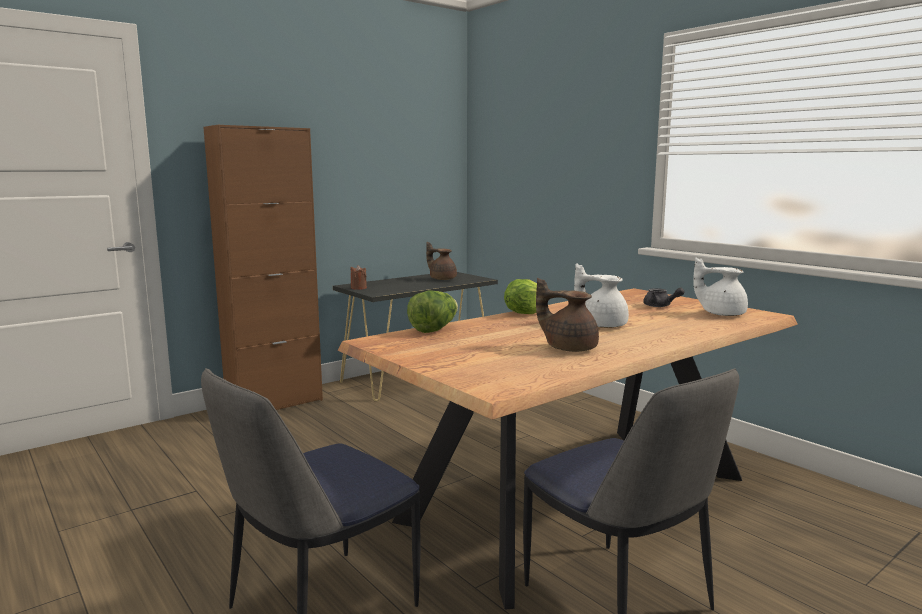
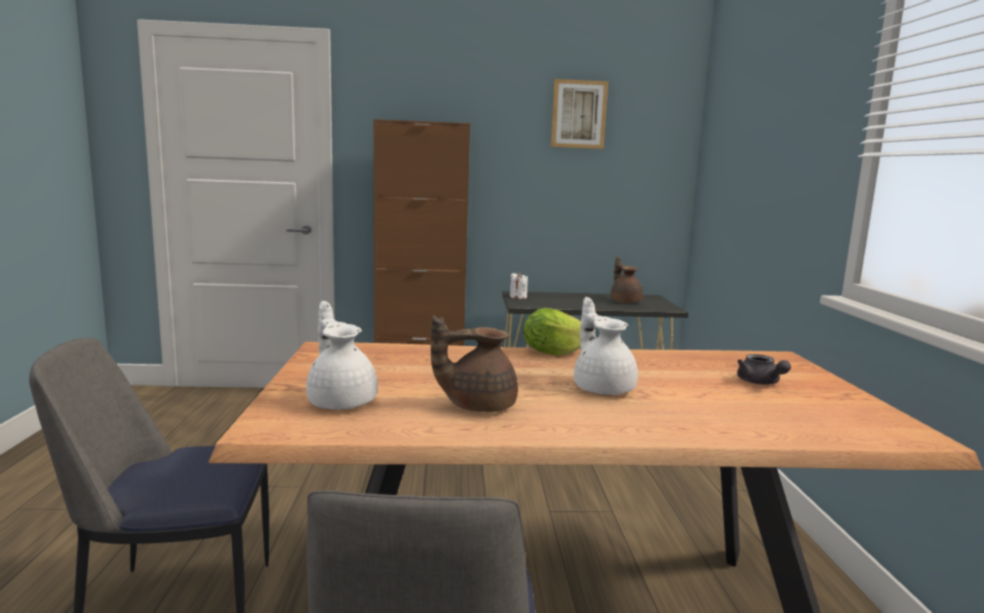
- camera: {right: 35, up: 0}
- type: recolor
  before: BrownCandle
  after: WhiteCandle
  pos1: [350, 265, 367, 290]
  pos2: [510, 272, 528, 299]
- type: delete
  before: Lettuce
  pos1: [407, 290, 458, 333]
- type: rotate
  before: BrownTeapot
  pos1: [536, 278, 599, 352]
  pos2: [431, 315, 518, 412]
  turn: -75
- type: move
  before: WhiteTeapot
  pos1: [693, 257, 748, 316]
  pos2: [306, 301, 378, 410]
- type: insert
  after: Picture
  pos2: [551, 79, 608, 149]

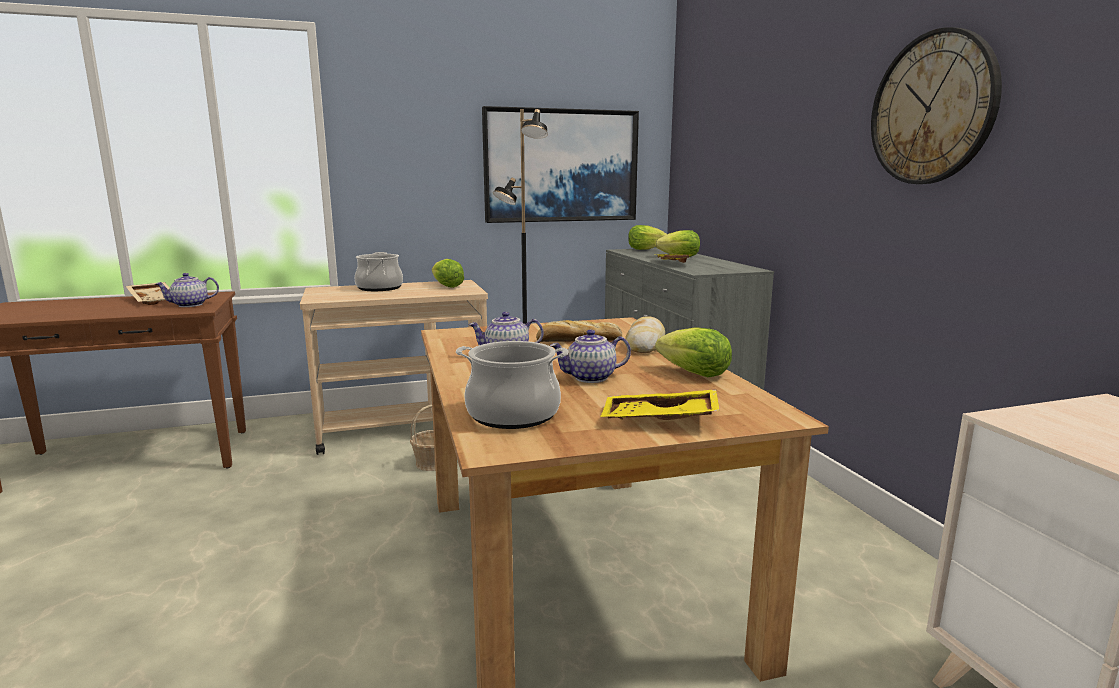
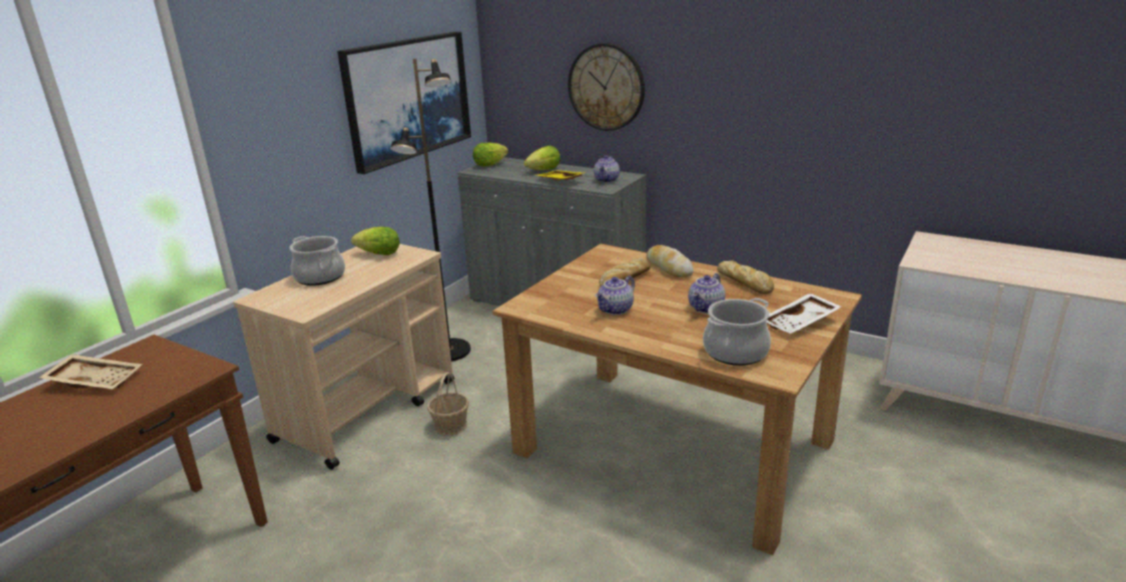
- camera: {right: -40, up: 10}
- type: move
  before: Teapot
  pos1: [156, 273, 219, 307]
  pos2: [594, 155, 620, 183]
- type: recolor
  before: YellowTray
  after: WhiteTray
  pos1: [600, 389, 720, 420]
  pos2: [767, 293, 842, 334]
- type: replace
  before: Lettuce
  after: Bread
  pos1: [655, 327, 732, 377]
  pos2: [717, 260, 774, 294]
- type: move
  before: WallClock
  pos1: [871, 27, 1002, 184]
  pos2: [568, 43, 645, 131]

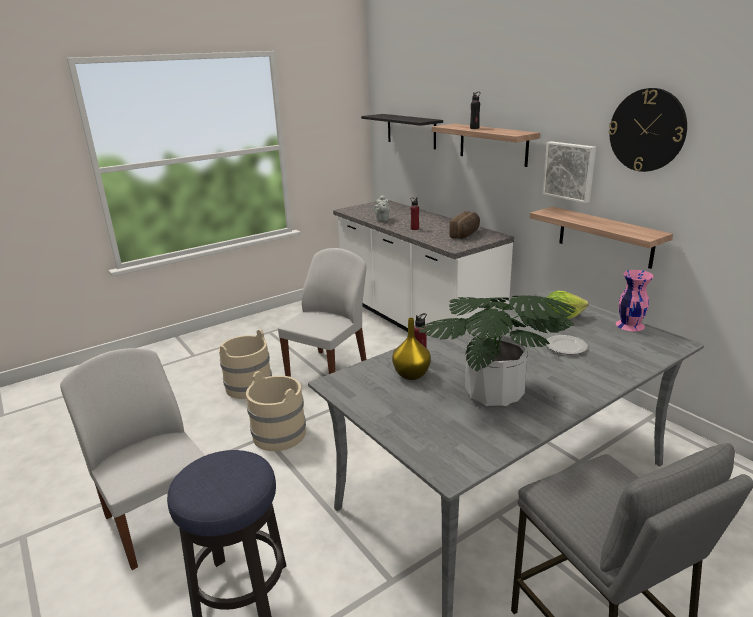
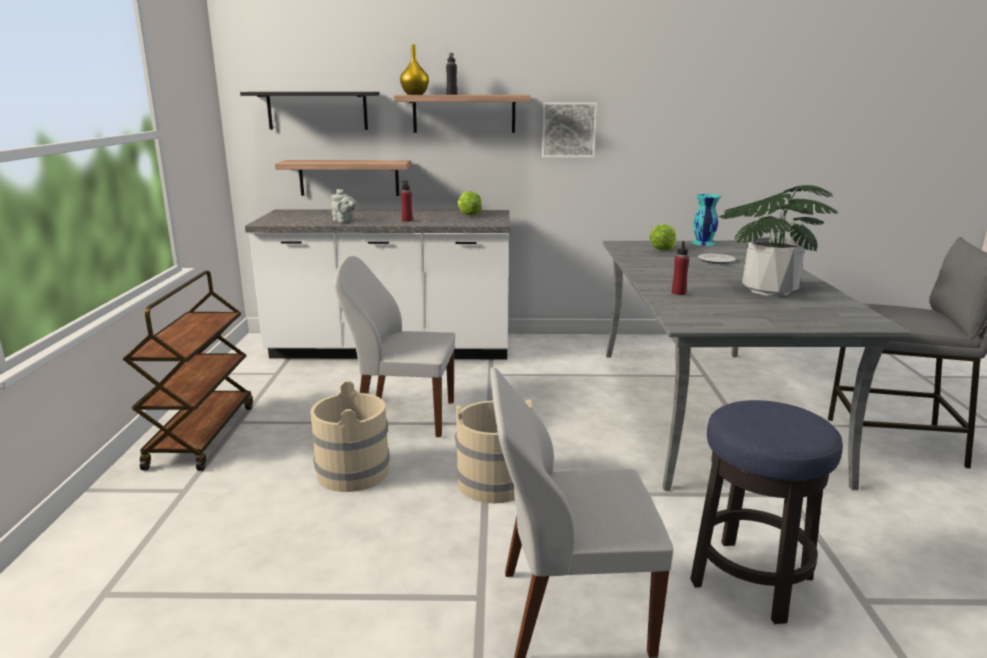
- camera: {right: -55, up: -5}
- type: rotate
  before: WhiteChair
  pos1: [278, 248, 367, 377]
  pos2: [334, 256, 455, 437]
  turn: -60
- type: move
  before: YellowVase
  pos1: [392, 318, 431, 380]
  pos2: [400, 44, 429, 95]
- type: replace
  before: Bread
  after: Lettuce
  pos1: [449, 211, 480, 239]
  pos2: [458, 191, 482, 216]
- type: move
  before: Shelf
  pos1: [530, 207, 673, 269]
  pos2: [275, 160, 411, 196]
- type: delete
  before: WallClock
  pos1: [608, 88, 687, 172]
- type: recolor
  before: PinkVase
  after: TurquoiseVase
  pos1: [616, 270, 653, 331]
  pos2: [692, 194, 721, 246]
- type: insert
  after: BrownCart
  pos2: [123, 271, 253, 471]

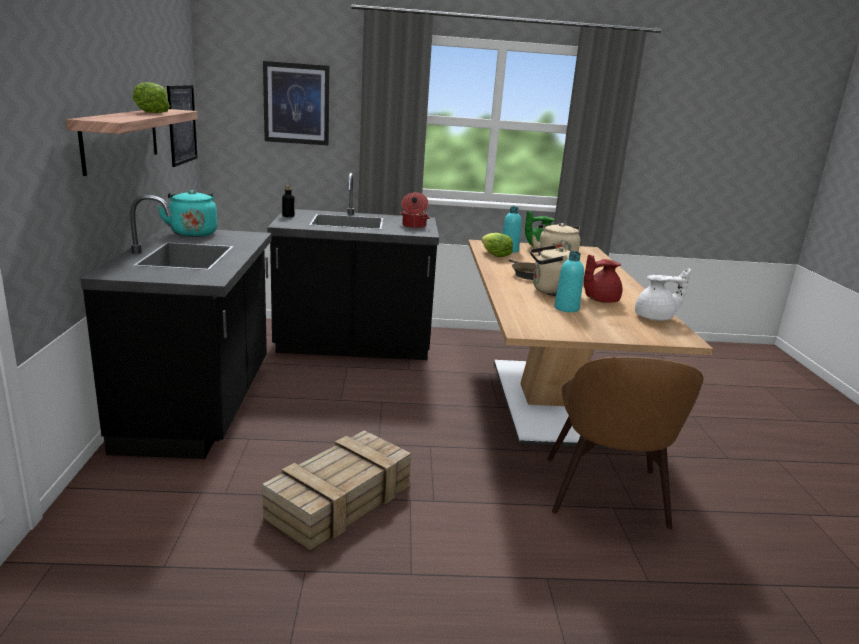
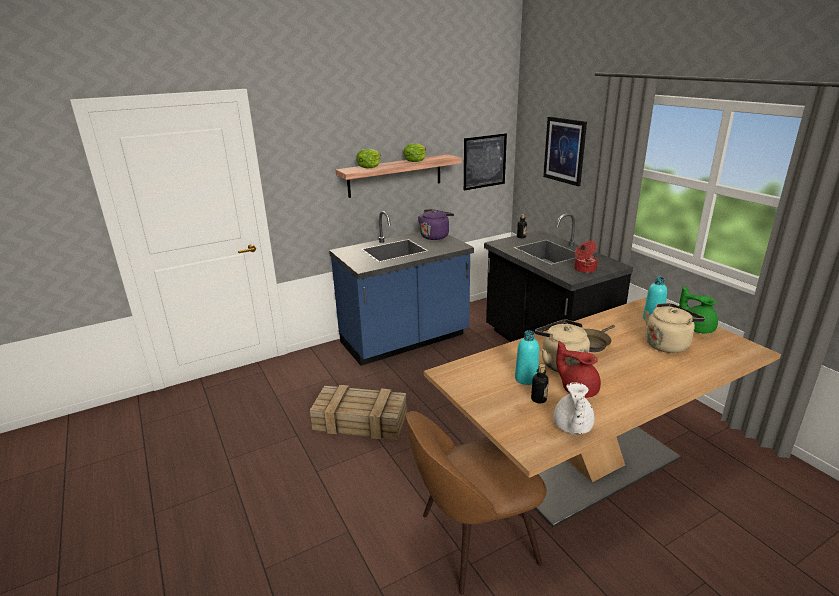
- camera: {right: 65, up: 5}
- type: recolor
  before: BlackCounter
  after: BlueCounter
  pos1: [81, 195, 272, 459]
  pos2: [329, 211, 474, 366]
- type: recolor
  before: TurquoiseKettle
  after: PurpleKettle
  pos1: [157, 190, 217, 237]
  pos2: [418, 209, 454, 240]
- type: move
  before: Lettuce
  pos1: [481, 233, 513, 257]
  pos2: [357, 149, 381, 168]
- type: rotate
  before: WhiteTeapot
  pos1: [635, 268, 691, 321]
  pos2: [553, 382, 594, 434]
  turn: 45
- type: insert
  after: Bottle
  pos2: [531, 364, 549, 404]

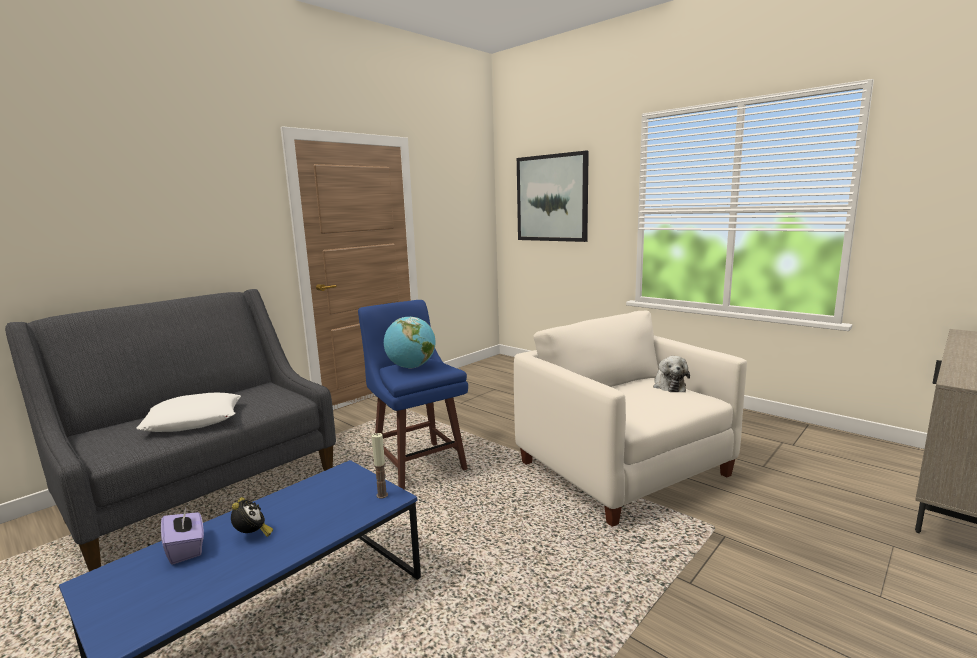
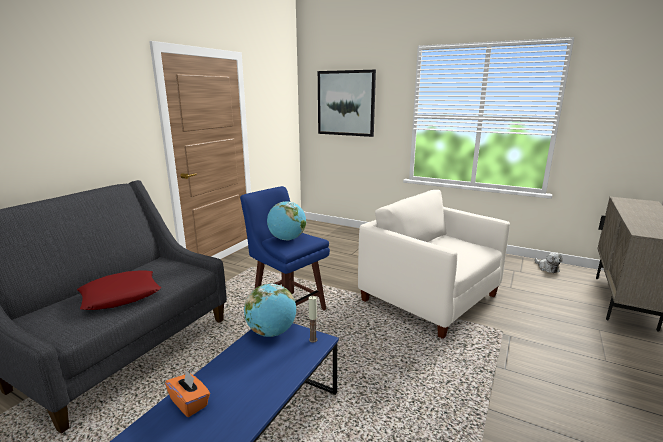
- camera: {right: -15, up: 5}
- type: recolor
  before: WhitePillow
  after: RedPillow
  pos1: [136, 393, 241, 432]
  pos2: [77, 270, 161, 310]
- type: recolor
  before: PurpleTissueBox
  after: OrangeTissueBox
  pos1: [161, 507, 204, 565]
  pos2: [165, 369, 210, 417]
- type: delete
  before: AlarmClock
  pos1: [231, 497, 273, 537]
- type: move
  before: PlushToy
  pos1: [653, 356, 690, 392]
  pos2: [535, 252, 563, 273]
- type: insert
  after: Globe
  pos2: [244, 284, 296, 337]

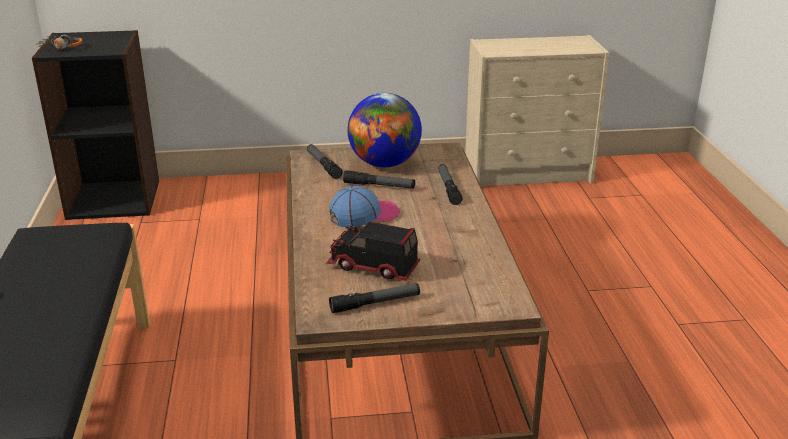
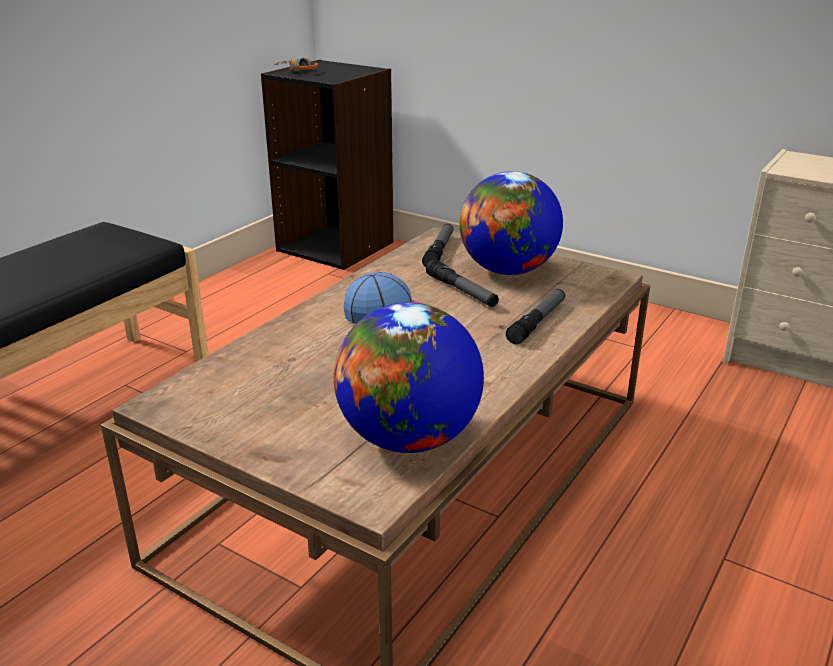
- camera: {right: 40, up: 0}
- type: delete
  before: ToyTruck
  pos1: [326, 222, 420, 281]
- type: delete
  before: Flashlight
  pos1: [329, 283, 420, 313]
- type: insert
  after: Globe
  pos2: [334, 302, 484, 453]

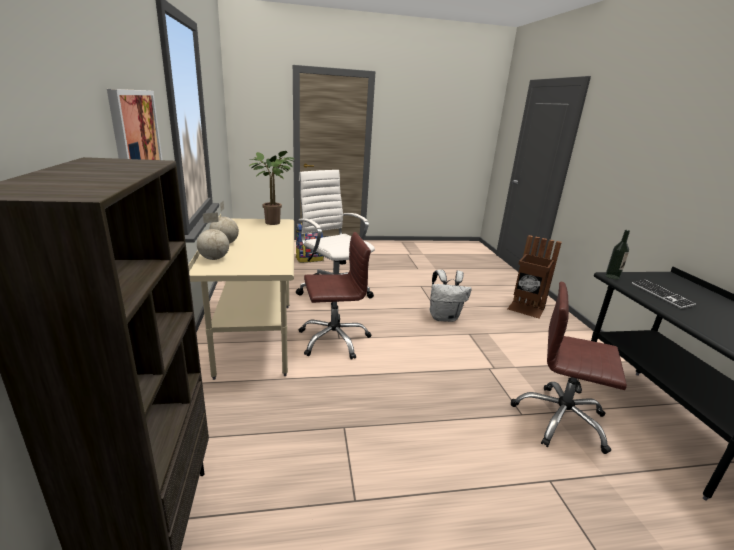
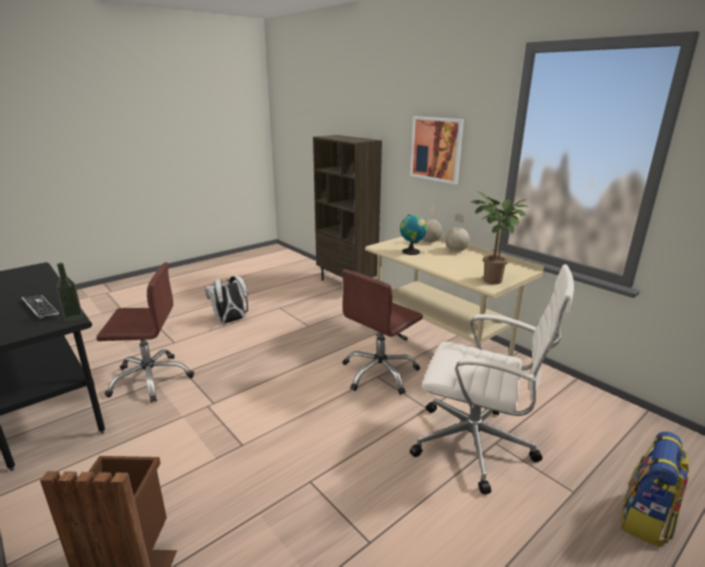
- camera: {right: 150, up: 0}
- type: move
  before: WhiteBackpack
  pos1: [430, 270, 472, 322]
  pos2: [205, 276, 248, 324]
- type: insert
  after: Globe
  pos2: [400, 214, 427, 255]

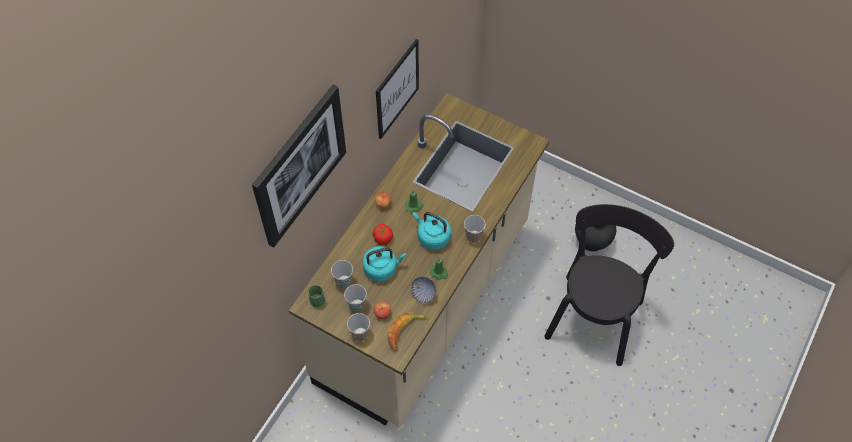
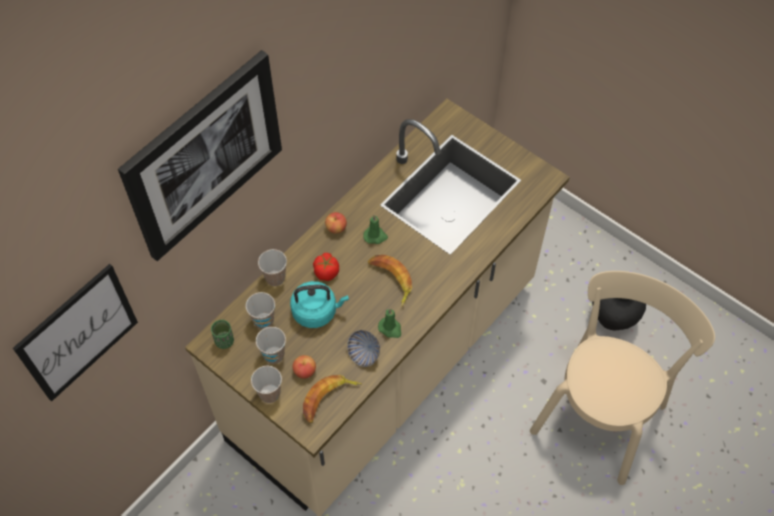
- camera: {right: 10, up: 0}
- type: move
  before: Picture
  pos1: [376, 39, 419, 139]
  pos2: [13, 264, 138, 402]
- type: replace
  before: TurquoiseKettle
  after: Banana
  pos1: [413, 212, 451, 250]
  pos2: [368, 255, 412, 307]
- type: move
  before: Cup
  pos1: [464, 215, 486, 243]
  pos2: [258, 249, 287, 286]
- type: recolor
  before: BlackChair
  after: BeigeChair
  pos1: [544, 204, 674, 366]
  pos2: [530, 271, 715, 485]

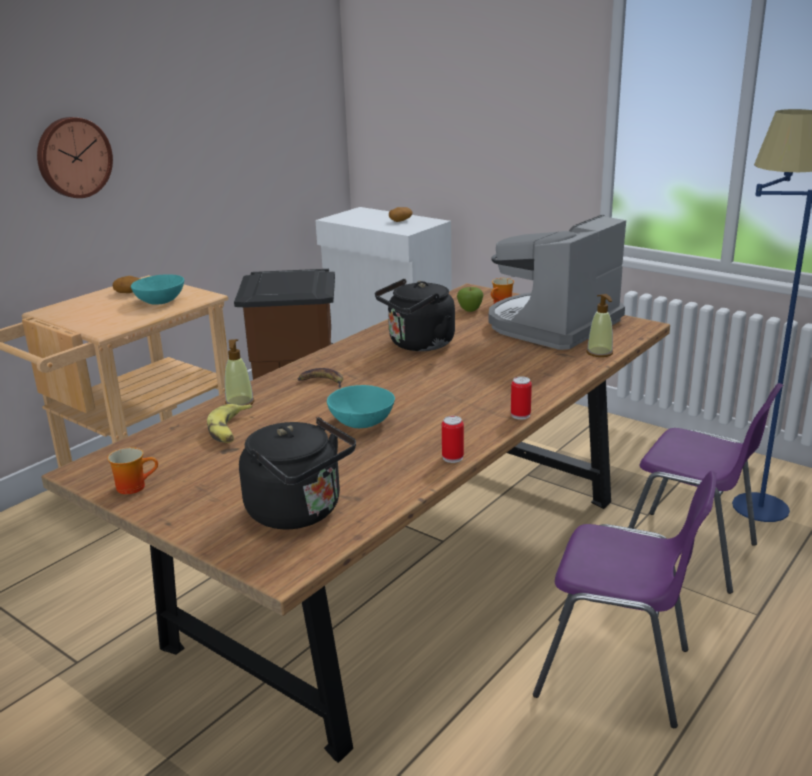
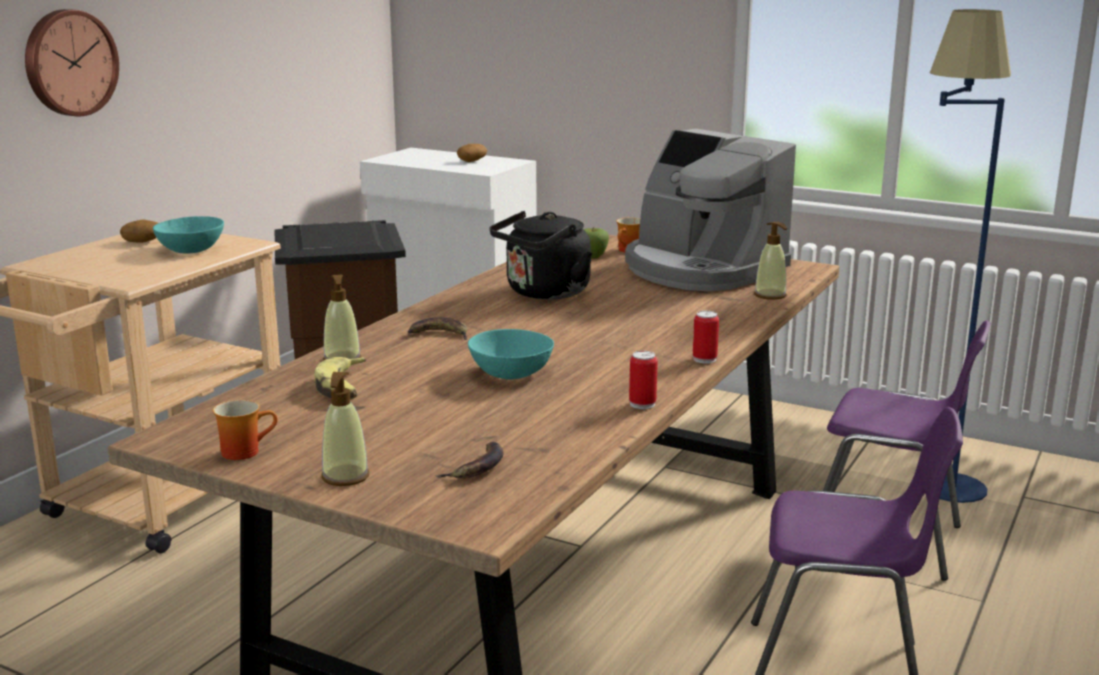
- camera: {right: -10, up: -5}
- type: replace
  before: BlackKettle
  after: Banana
  pos1: [239, 417, 356, 529]
  pos2: [435, 442, 504, 479]
- type: rotate
  before: CoffeeMachine
  pos1: [488, 215, 626, 350]
  pos2: [625, 129, 796, 291]
  turn: -75
- type: insert
  after: SoapDispenser
  pos2: [321, 372, 369, 486]

